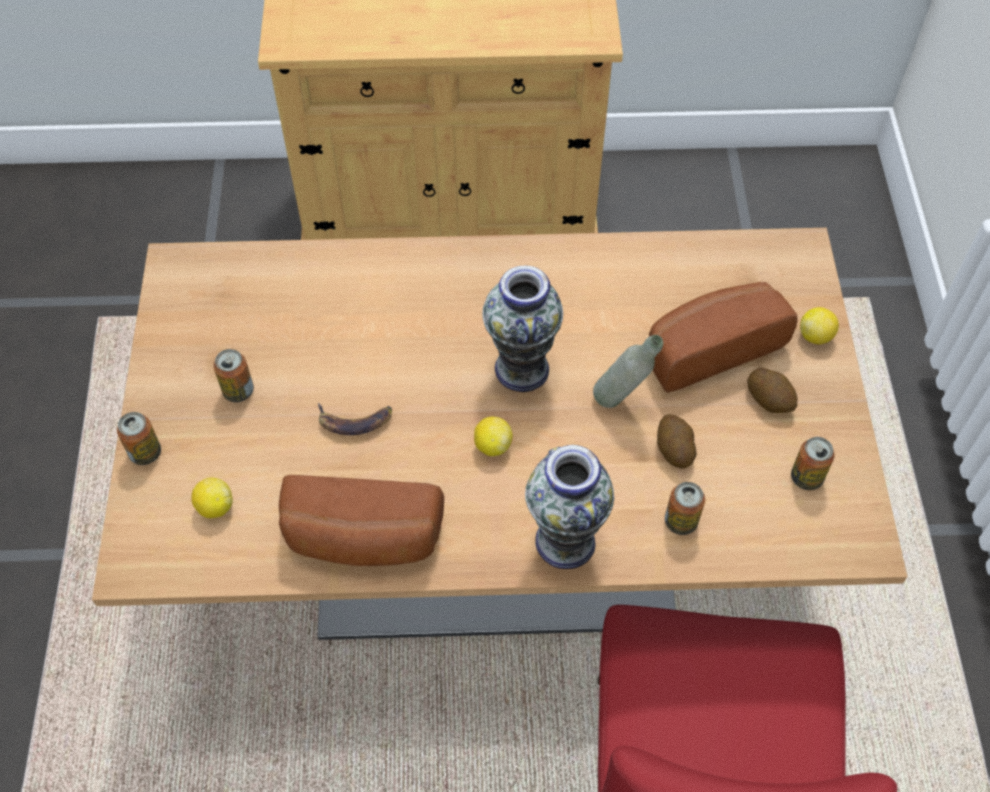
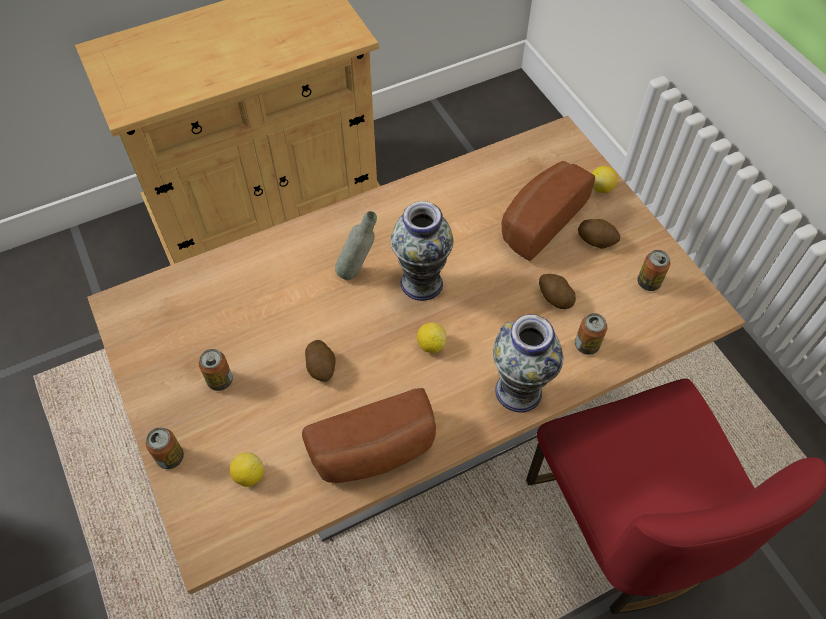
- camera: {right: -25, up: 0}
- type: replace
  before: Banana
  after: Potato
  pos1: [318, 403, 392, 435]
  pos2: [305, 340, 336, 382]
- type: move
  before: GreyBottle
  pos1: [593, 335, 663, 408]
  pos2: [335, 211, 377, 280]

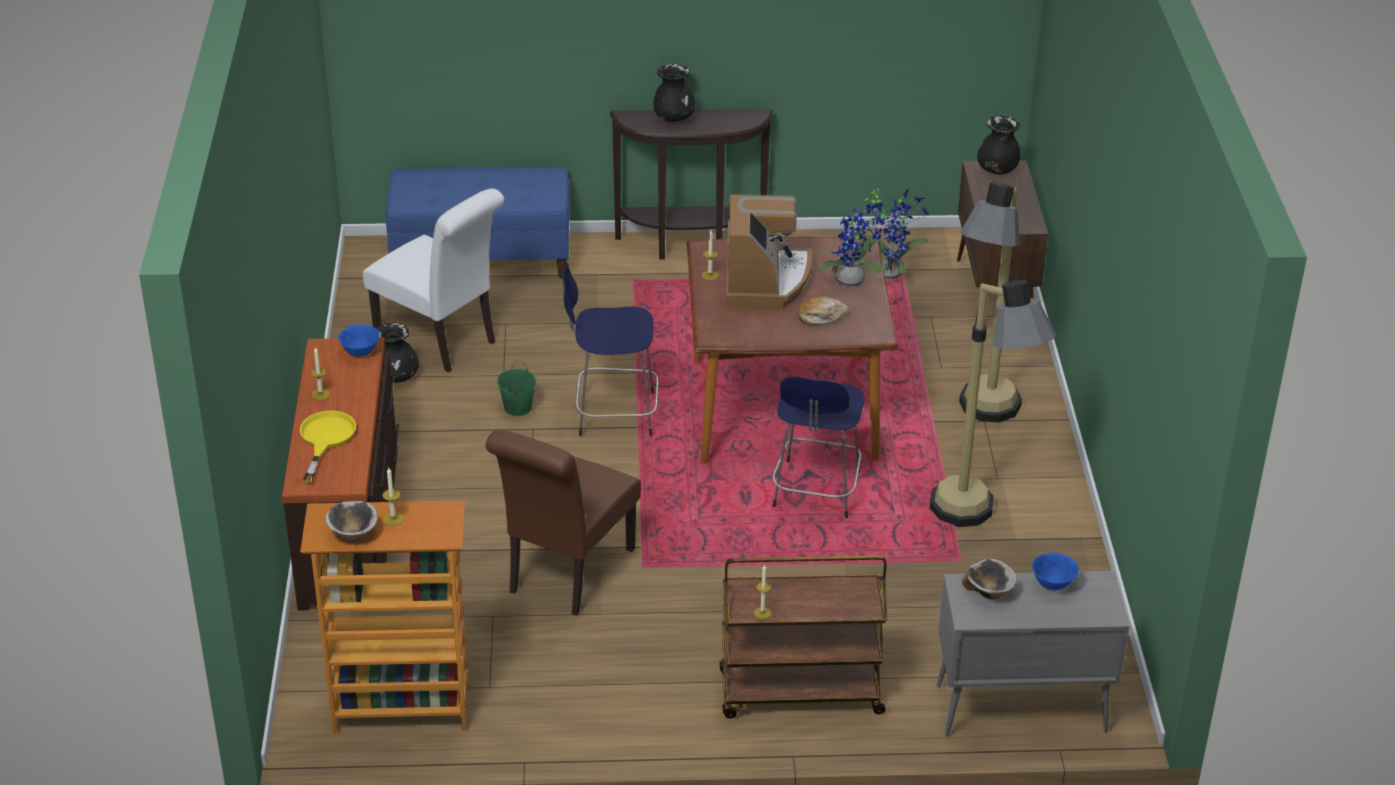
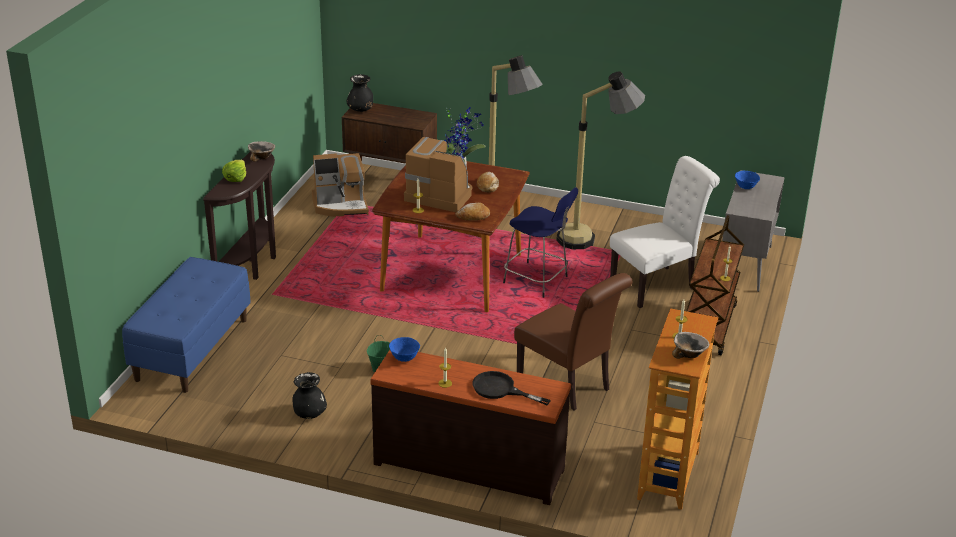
- camera: {right: -70, up: -5}
- type: recolor
  before: YellowFryingPan
  after: BlackFryingPan
  pos1: [300, 411, 356, 483]
  pos2: [472, 371, 551, 405]
- type: move
  before: WhiteChair
  pos1: [363, 188, 504, 373]
  pos2: [610, 156, 720, 308]
- type: delete
  before: BlueStool
  pos1: [563, 262, 658, 436]
- type: replace
  before: BlackVase
  after: Lettuce
  pos1: [654, 64, 696, 122]
  pos2: [222, 160, 246, 182]
- type: replace
  before: PottedPlant
  after: CoffeeMachine
  pos1: [862, 189, 929, 280]
  pos2: [312, 153, 369, 217]
- type: move
  before: Bowl
  pos1: [962, 559, 1017, 599]
  pos2: [248, 141, 275, 162]
- type: insert
  after: Bread
  pos2: [455, 203, 490, 221]

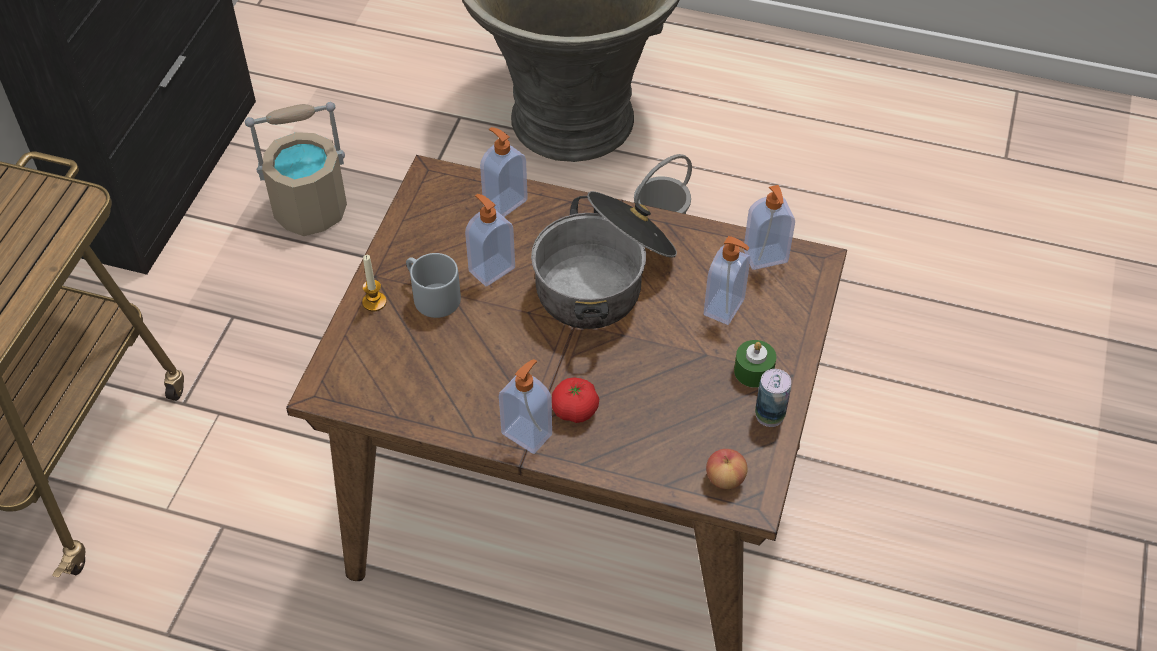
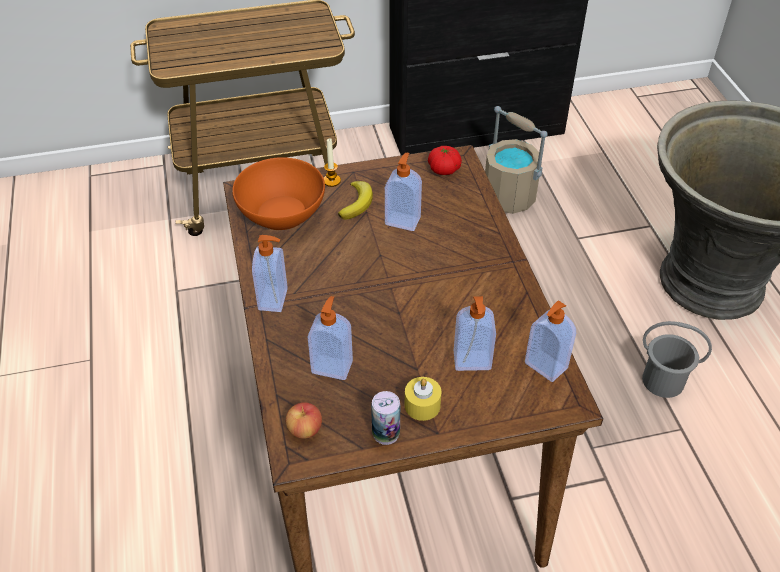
- camera: {right: 60, up: -5}
- type: replace
  before: GreyMug
  after: Banana
  pos1: [406, 253, 461, 318]
  pos2: [338, 181, 373, 219]
- type: move
  before: SoapDispenser
  pos1: [480, 127, 528, 217]
  pos2: [308, 296, 353, 380]
- type: delete
  before: CookingPot
  pos1: [531, 191, 677, 329]
- type: move
  before: Tomato
  pos1: [552, 377, 599, 423]
  pos2: [428, 146, 462, 175]
- type: recolor
  before: GreenCandle
  after: YellowCandle
  pos1: [734, 340, 776, 388]
  pos2: [405, 377, 441, 421]
- type: insert
  after: OrangeBowl
  pos2: [232, 157, 325, 230]

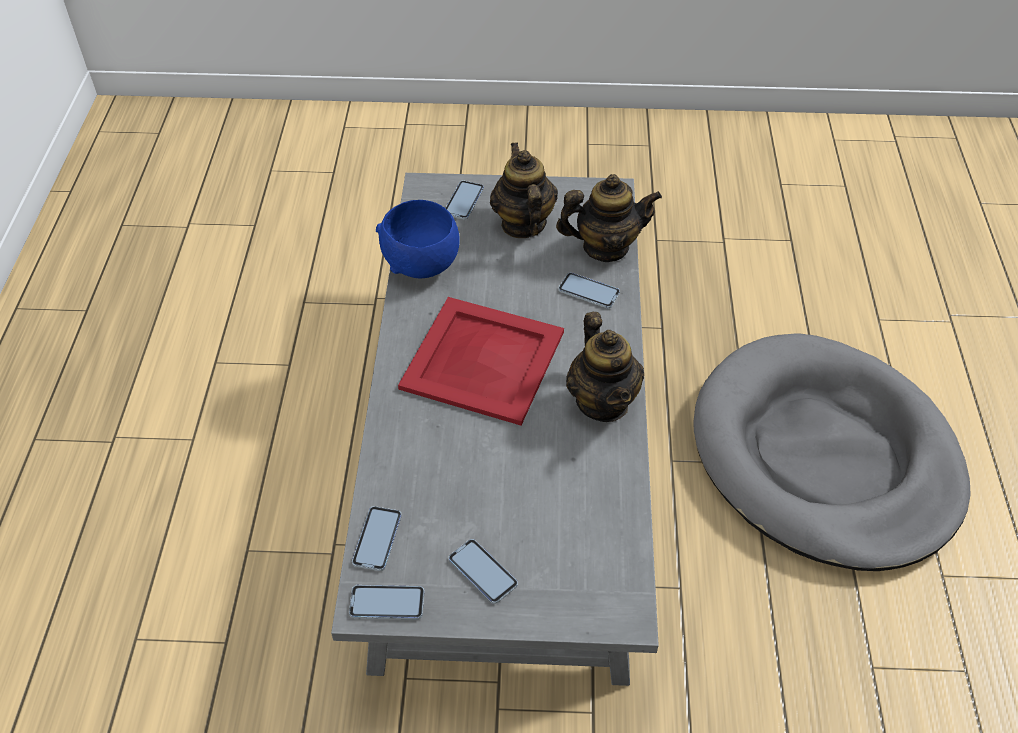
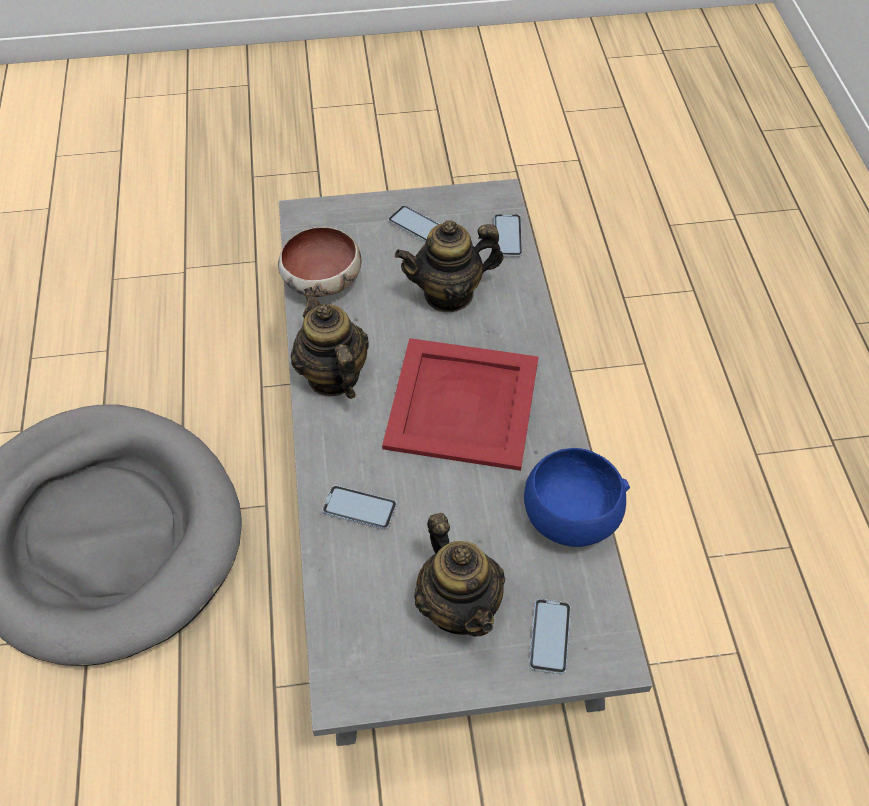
- camera: {right: 170, up: 5}
- type: delete
  before: Phone
  pos1: [349, 585, 424, 619]
- type: move
  before: Teapot
  pos1: [556, 174, 662, 262]
  pos2: [395, 220, 503, 312]
- type: insert
  after: Bowl
  pos2: [278, 227, 362, 297]

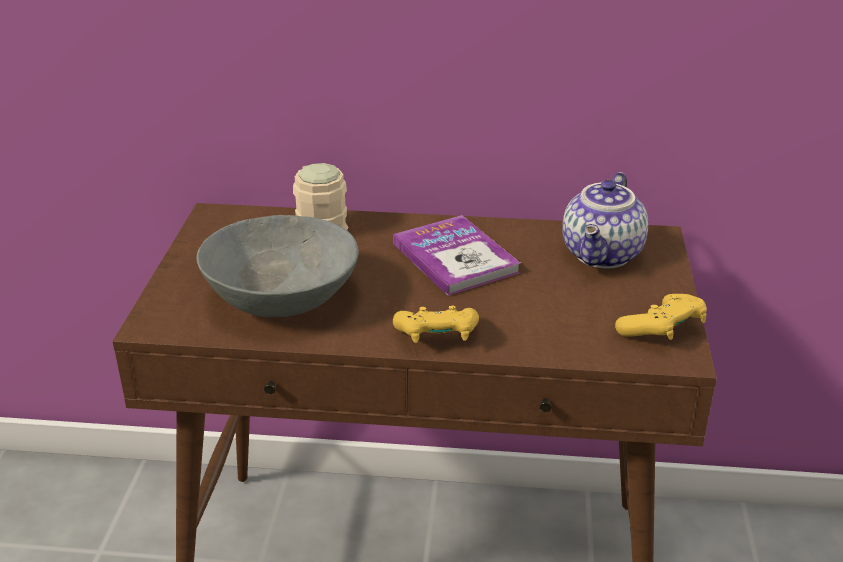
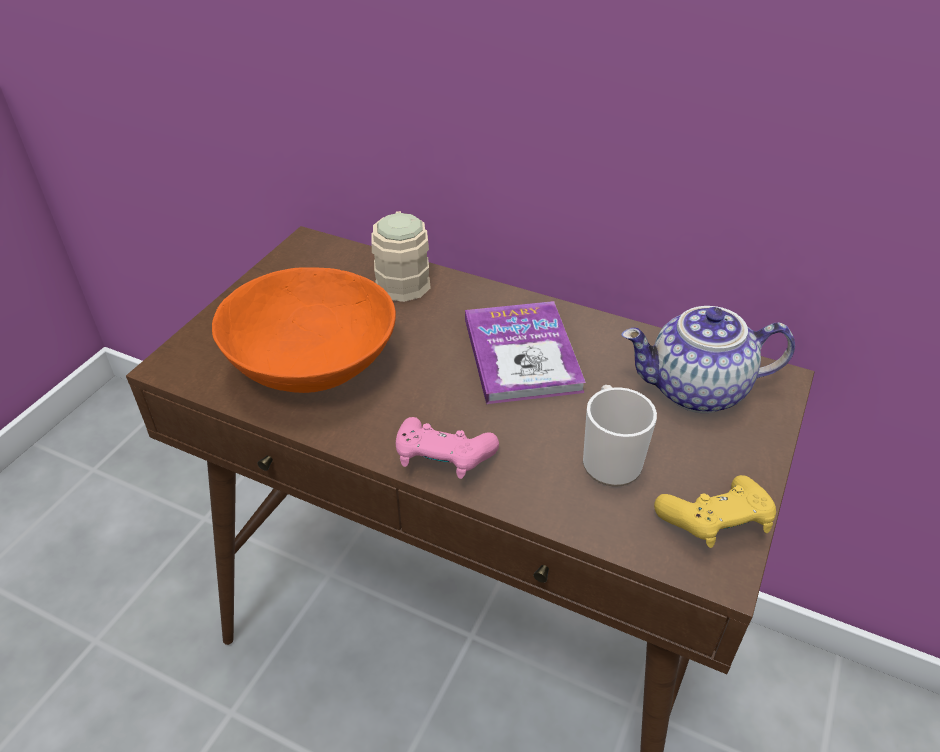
- camera: {right: 20, up: 10}
- type: recolor
  before: GreyBowl
  after: OrangeBowl
  pos1: [196, 215, 359, 317]
  pos2: [212, 267, 396, 393]
- type: recolor
  before: YellowGameController
  after: PinkGameController
  pos1: [393, 305, 479, 343]
  pos2: [396, 417, 499, 479]
- type: rotate
  before: Teapot
  pos1: [562, 172, 648, 269]
  pos2: [621, 306, 795, 413]
  turn: 45
- type: insert
  after: Mug
  pos2: [583, 385, 657, 487]

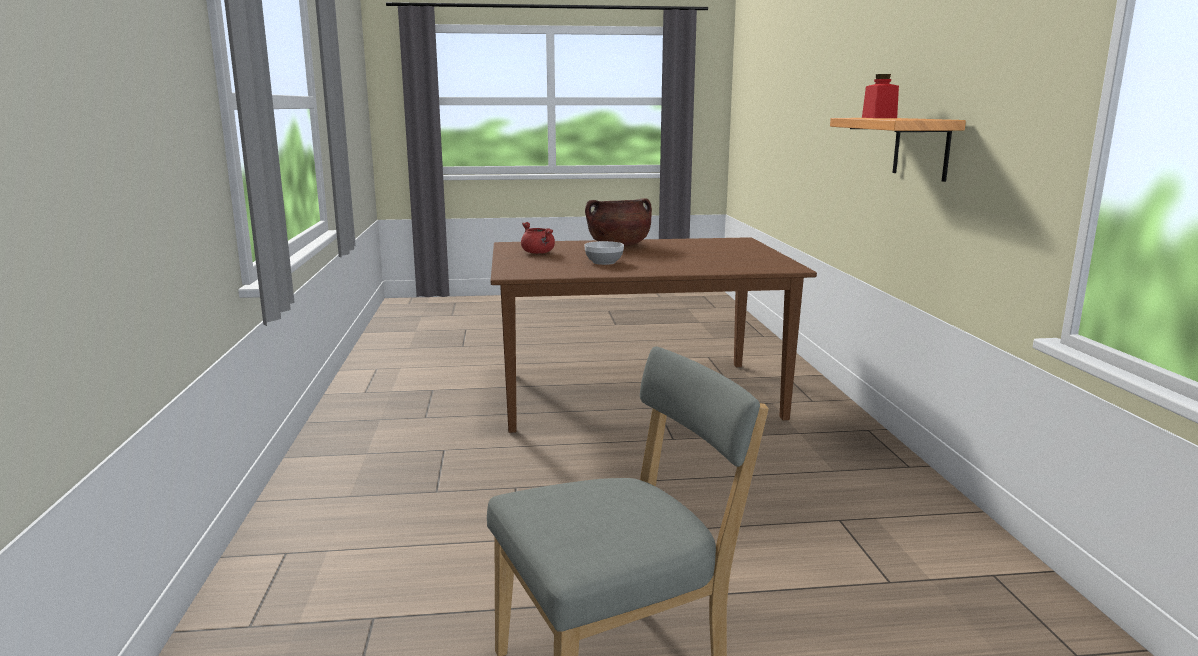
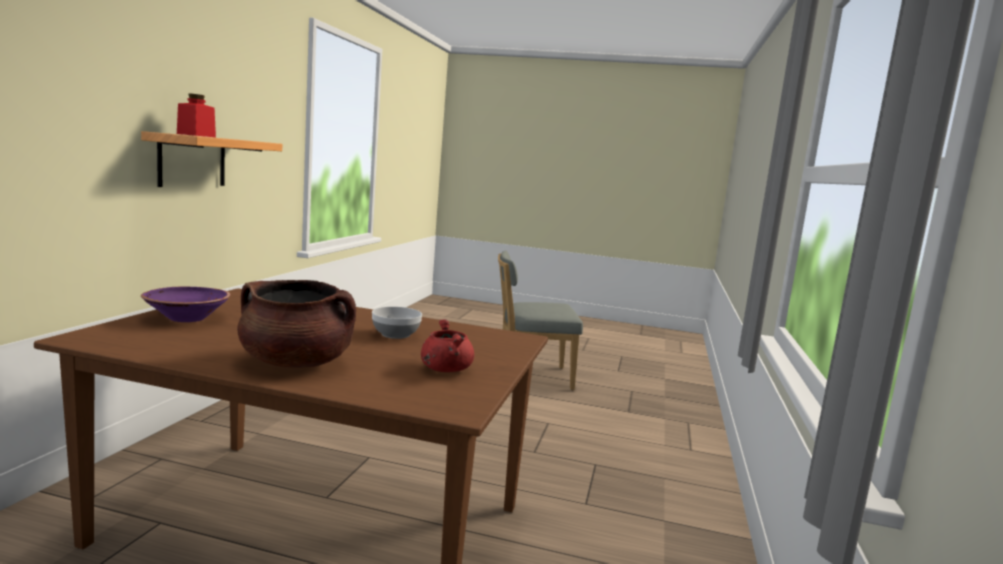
- camera: {right: -160, up: -5}
- type: insert
  after: PurpleBowl
  pos2: [141, 287, 231, 322]

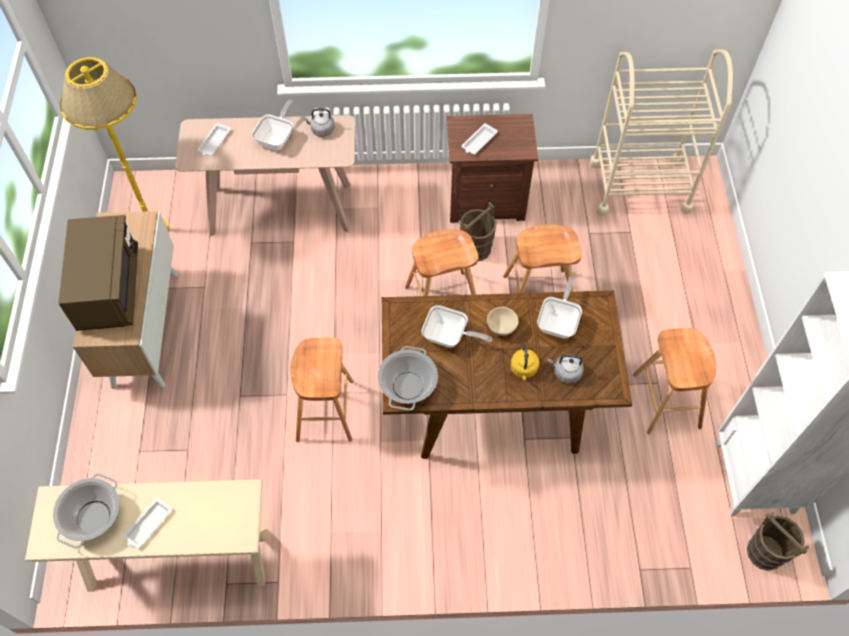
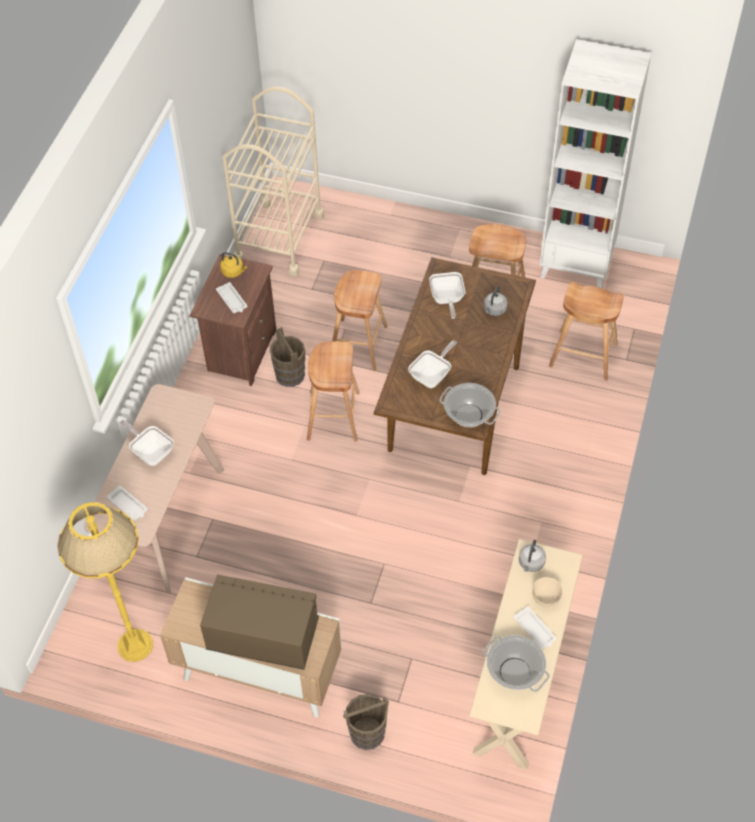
- camera: {right: -70, up: -5}
- type: move
  before: BrownStool
  pos1: [290, 338, 354, 442]
  pos2: [549, 282, 623, 381]
- type: move
  before: GreyKettle
  pos1: [303, 108, 335, 137]
  pos2: [519, 540, 546, 572]
- type: move
  before: BeigeBowl
  pos1: [487, 307, 519, 336]
  pos2: [532, 577, 563, 607]
- type: move
  before: YellowKettle
  pos1: [511, 345, 539, 380]
  pos2: [220, 252, 247, 278]
- type: rotate
  before: FryingPan
  pos1: [537, 277, 582, 339]
  pos2: [429, 272, 465, 319]
  turn: -135
- type: move
  before: BrownBucket
  pos1: [747, 512, 809, 571]
  pos2: [343, 694, 389, 750]

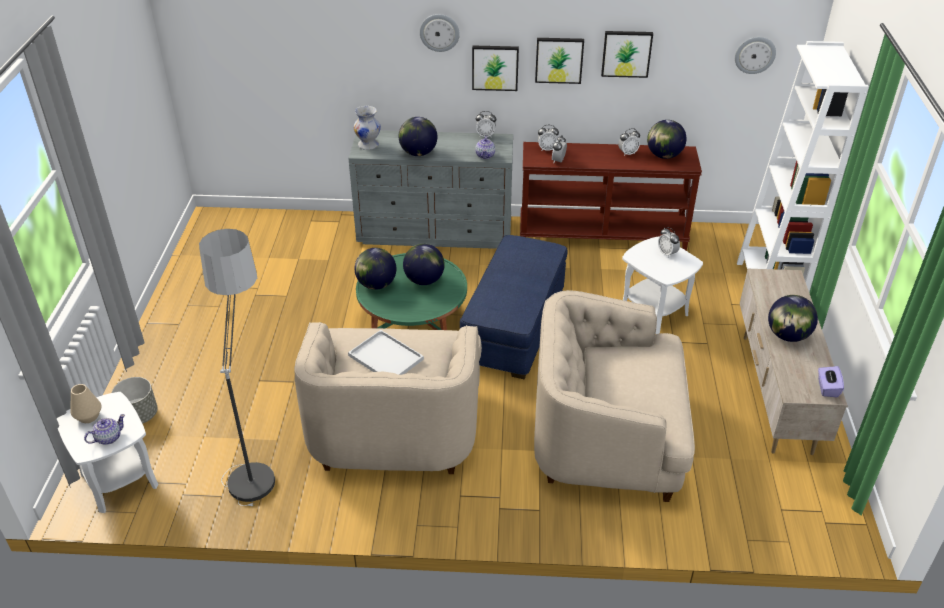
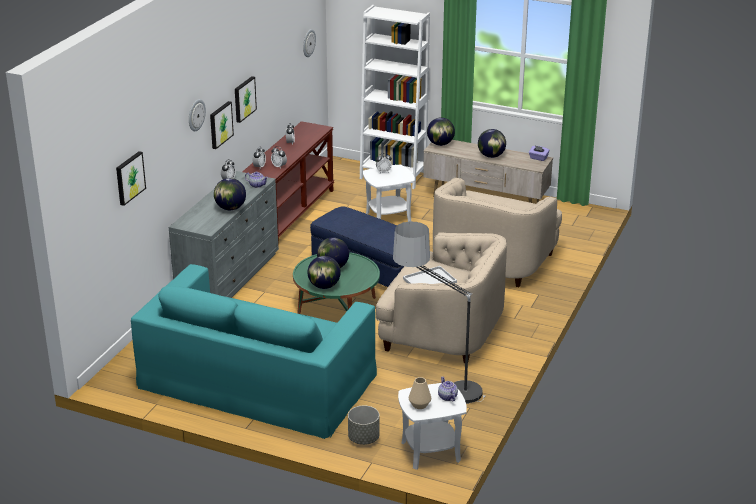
- camera: {right: -70, up: -10}
- type: delete
  before: WhiteVase
  pos1: [353, 106, 381, 150]
- type: move
  before: Picture
  pos1: [601, 31, 653, 78]
  pos2: [116, 151, 146, 206]
- type: move
  before: Globe
  pos1: [647, 120, 687, 159]
  pos2: [427, 118, 455, 146]
- type: insert
  after: TurquoiseSofa
  pos2: [131, 264, 377, 439]

